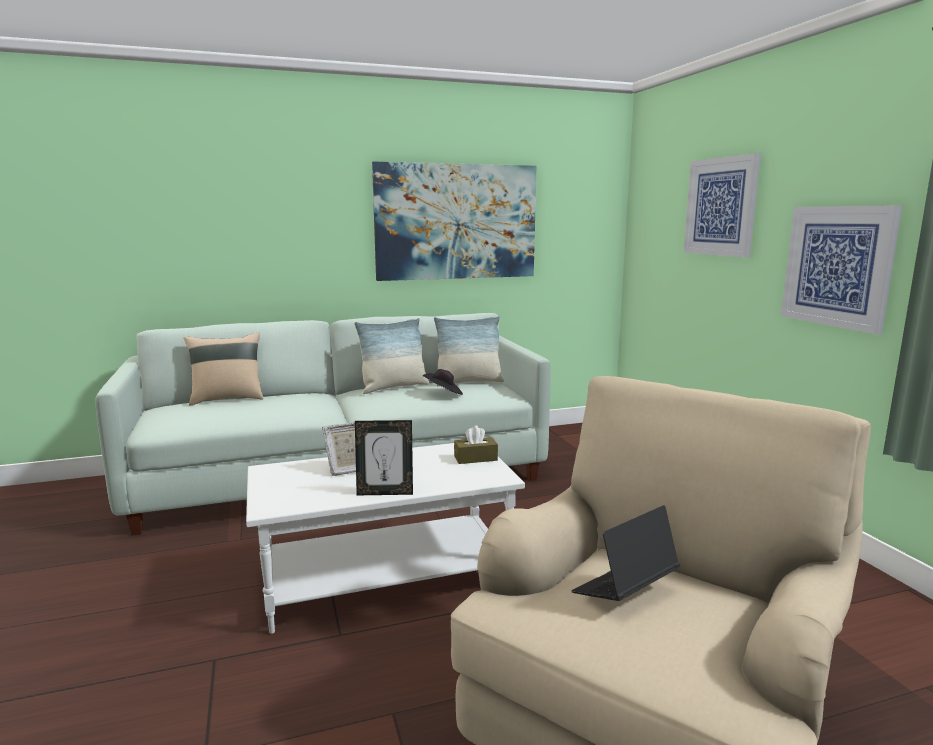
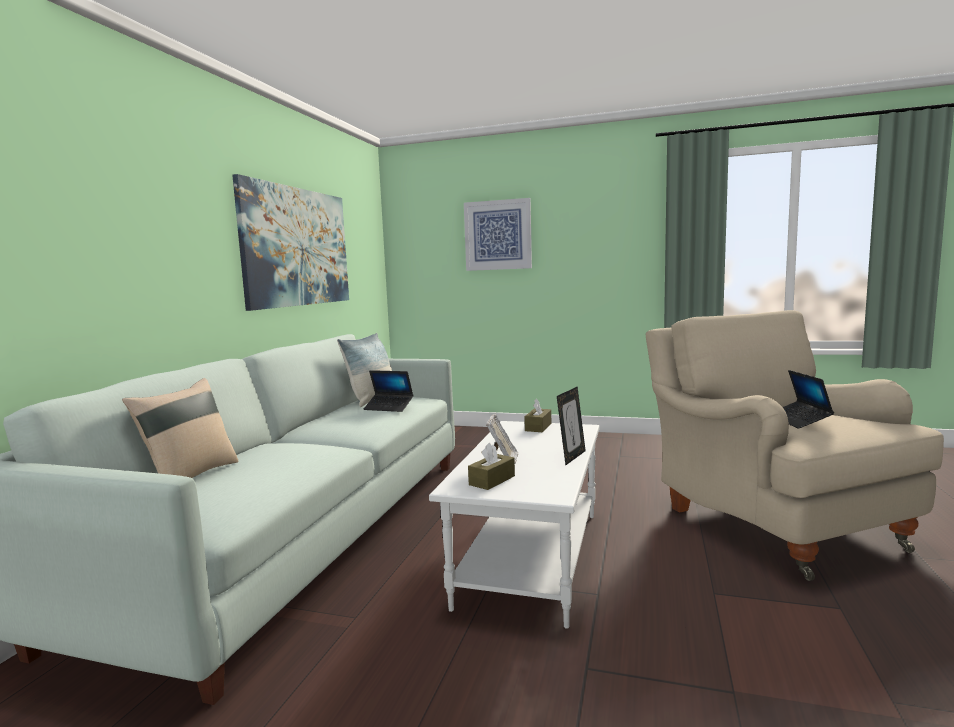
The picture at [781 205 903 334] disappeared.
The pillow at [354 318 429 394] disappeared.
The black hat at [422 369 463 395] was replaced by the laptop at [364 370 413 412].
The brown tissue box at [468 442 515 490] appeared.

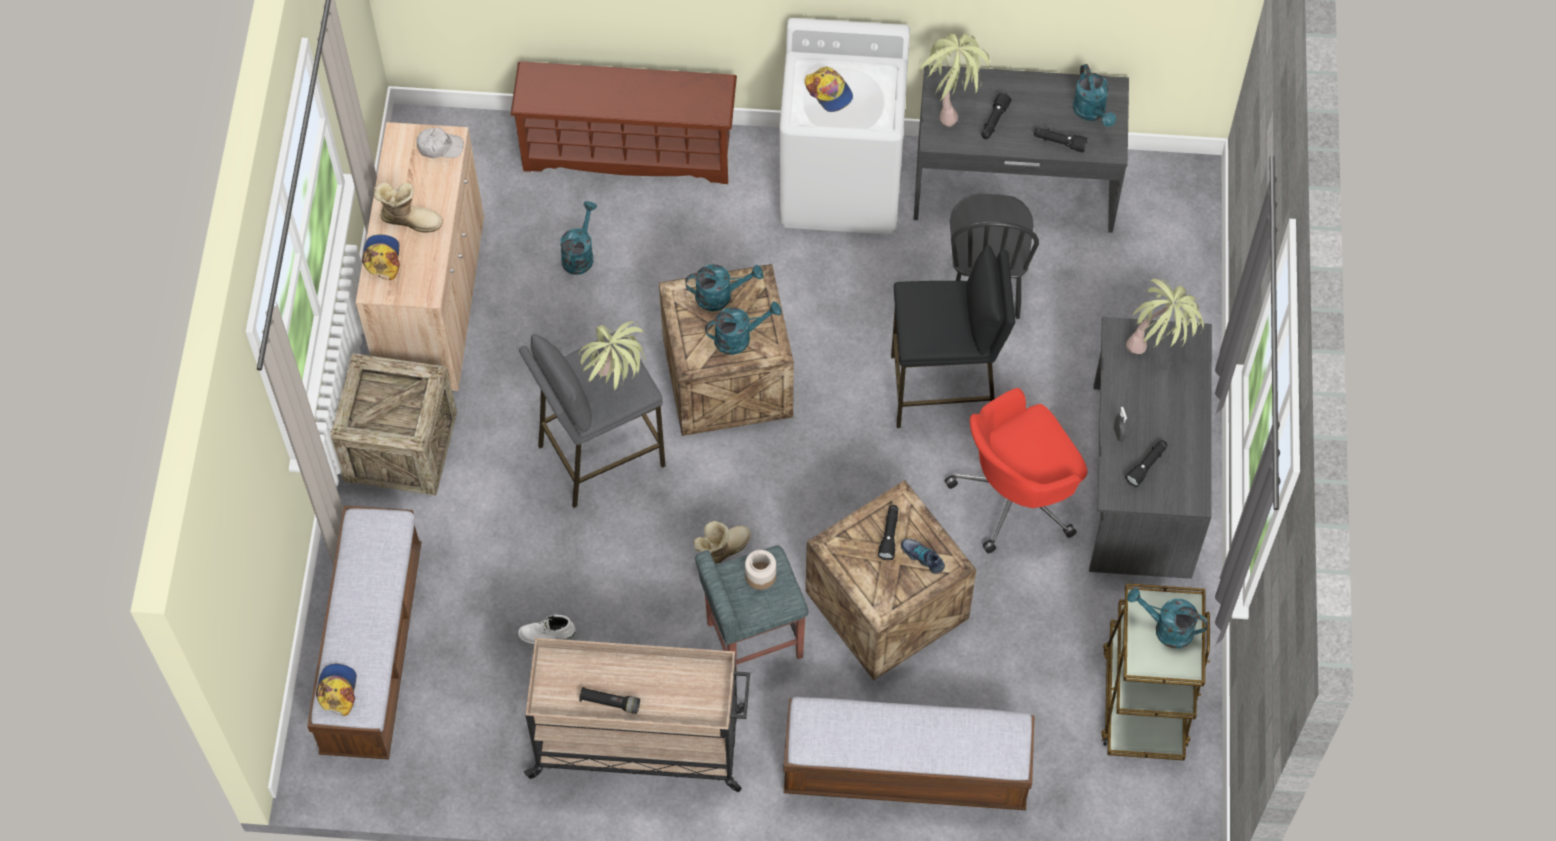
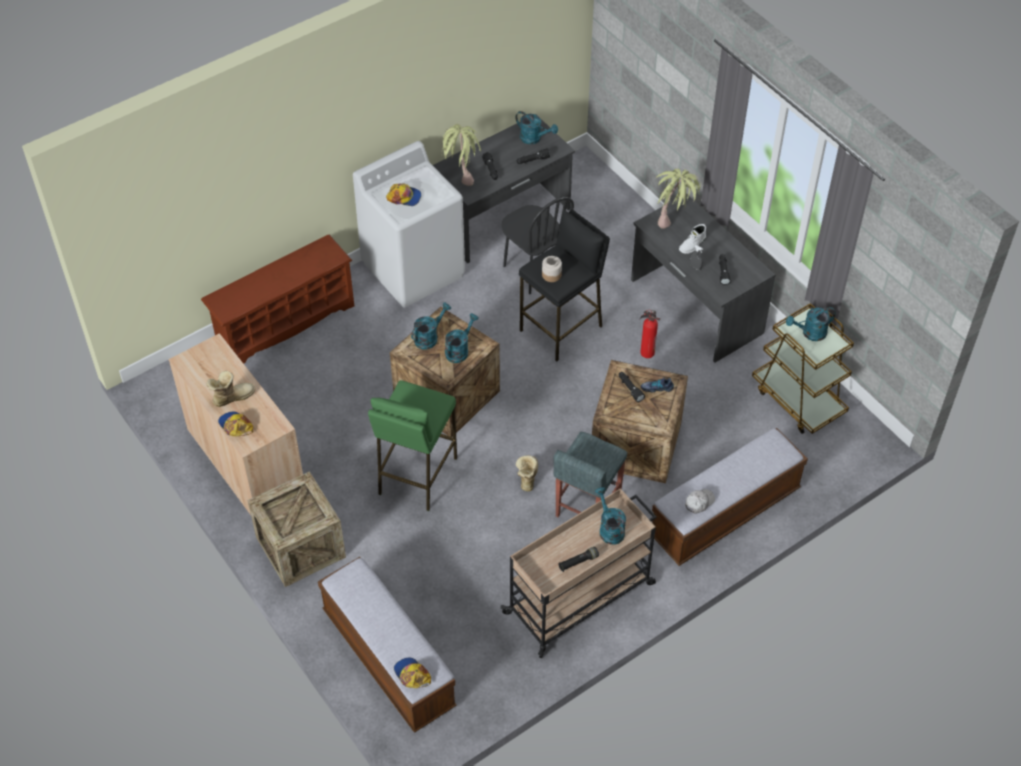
The white cap moved from [416 128 464 158] to [685 489 715 513].
The turquoise watering can moved from [560 201 597 275] to [595 487 626 545].
The potted plant at [579 321 645 390] disappeared.
The grey stool at [519 330 665 508] became the green stool at [368 380 457 511].
The red office chair at [945 388 1087 554] was replaced by the fire extinguisher at [640 310 661 358].
The jar moved from [745 550 776 590] to [542 256 562 282].
The white boot moved from [518 615 576 644] to [679 224 706 254].

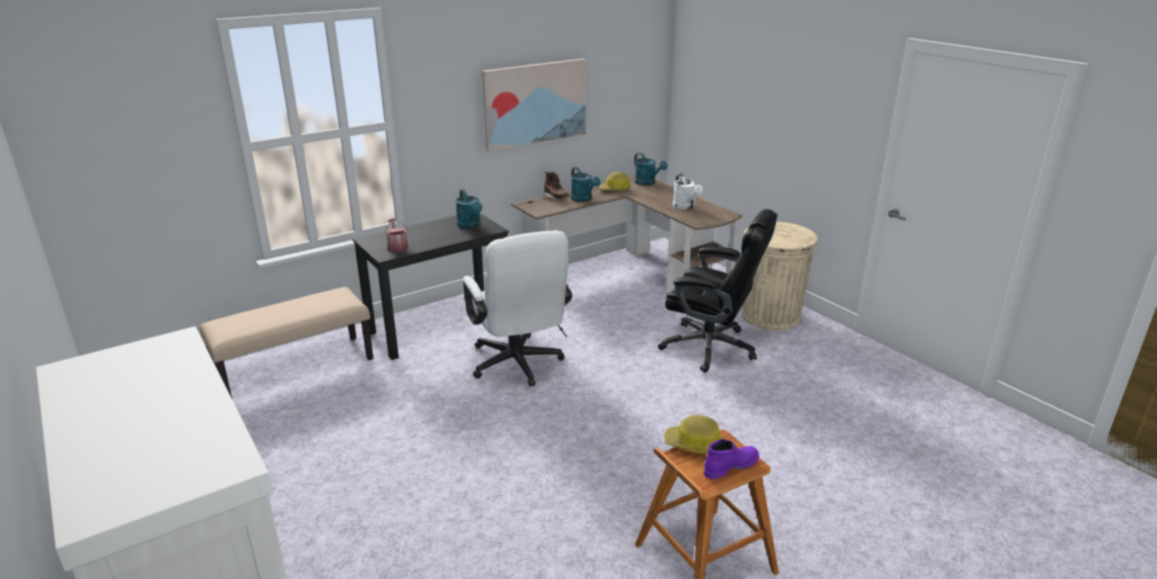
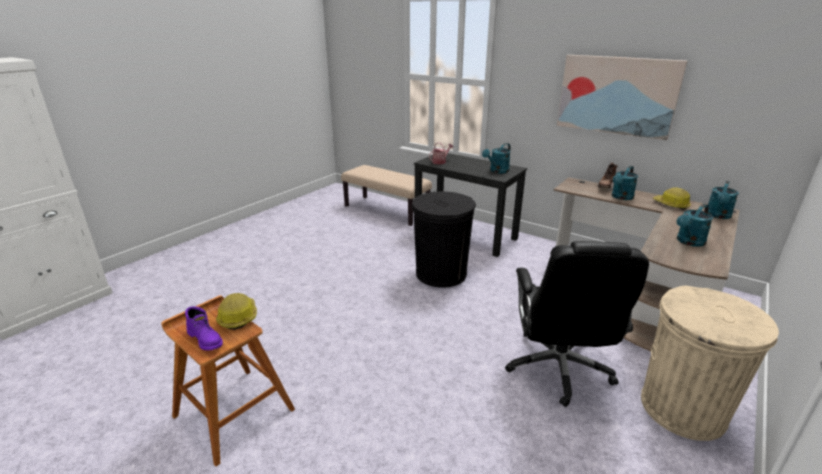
The white watering can at [673 173 703 210] became the turquoise watering can at [677 204 713 247].
The white office chair at [463 230 572 386] was replaced by the black trash can at [412 191 476 287].

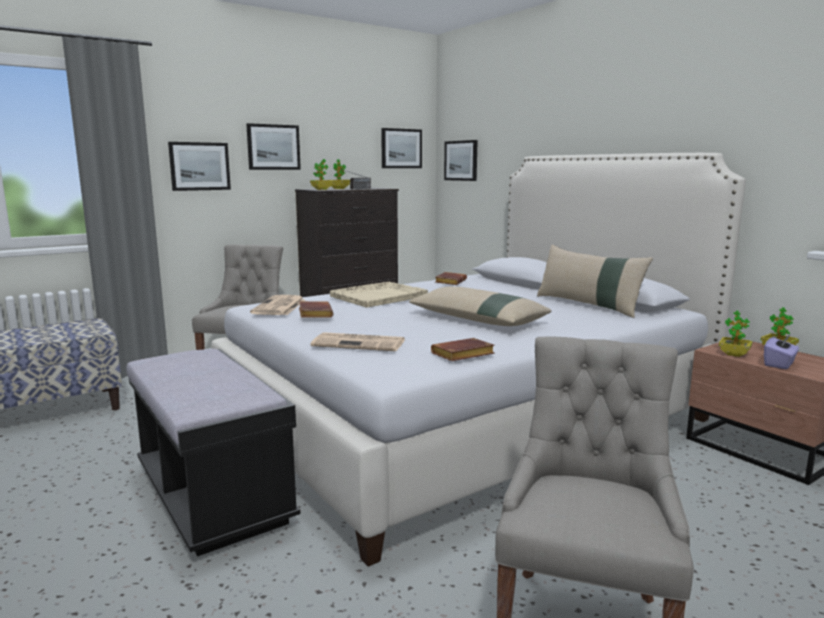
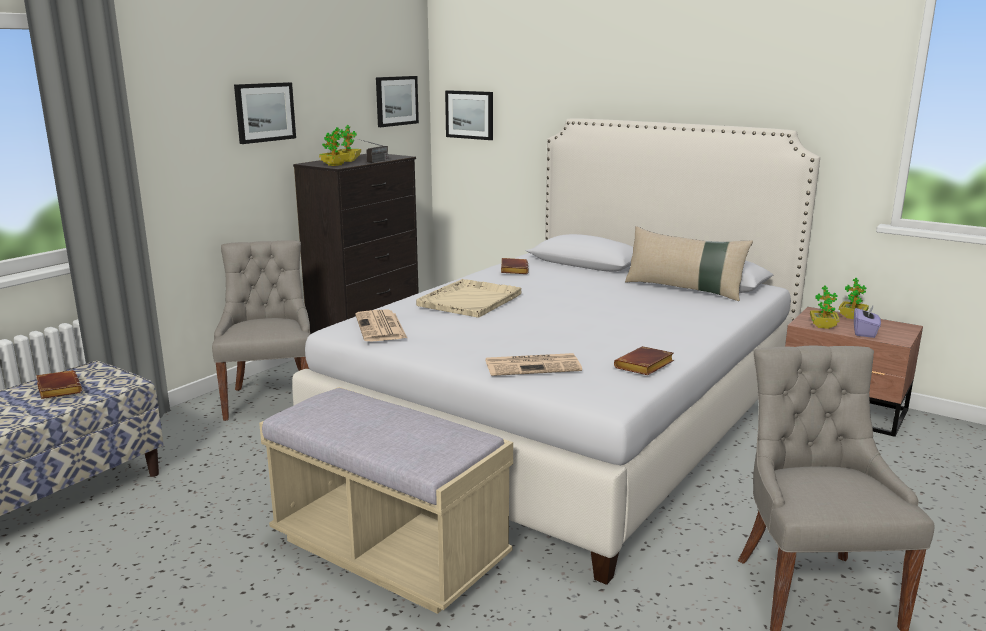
The picture at [168 142 231 191] disappeared.
The beige pillow at [409 286 551 326] disappeared.
The brown book moved from [299 301 333 318] to [36 370 82 399].
The black bench at [126 349 300 556] became the beige bench at [259 387 513 614].

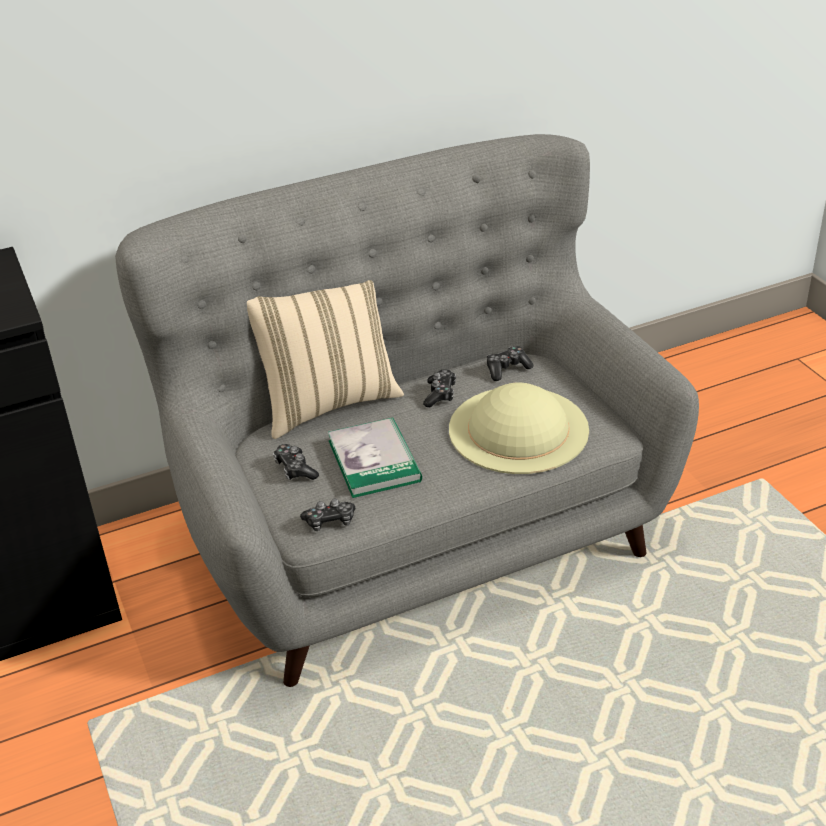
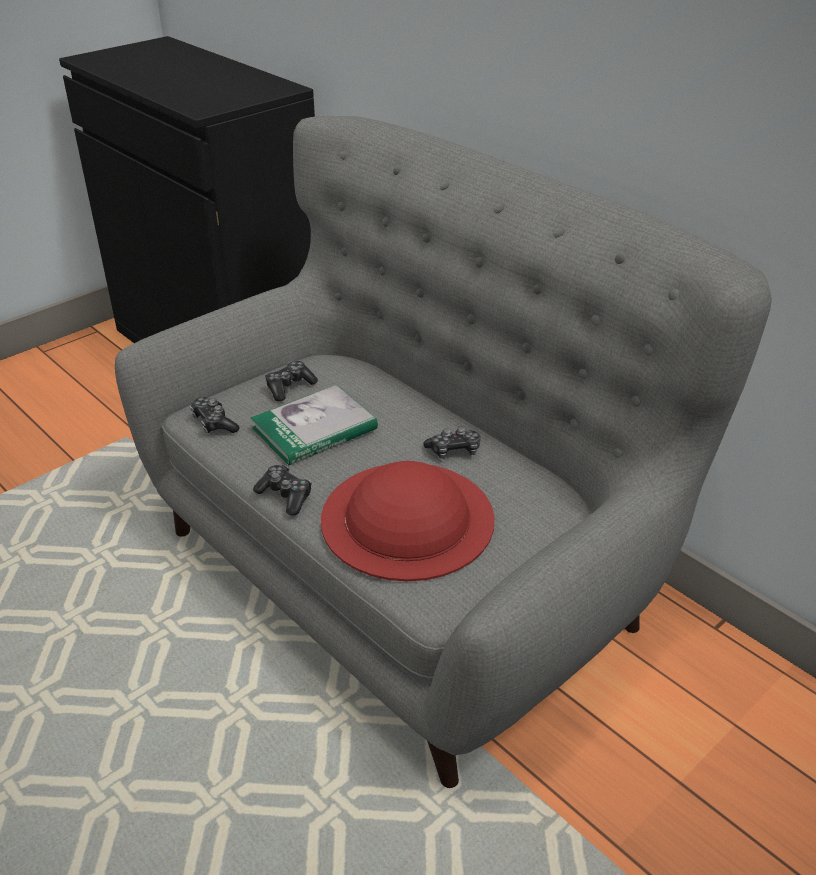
The beige pillow at [247 280 404 439] disappeared.
The game controller moved from [487 346 534 381] to [253 465 312 516].
The beige hat at [449 383 589 474] became the red hat at [321 461 495 581].

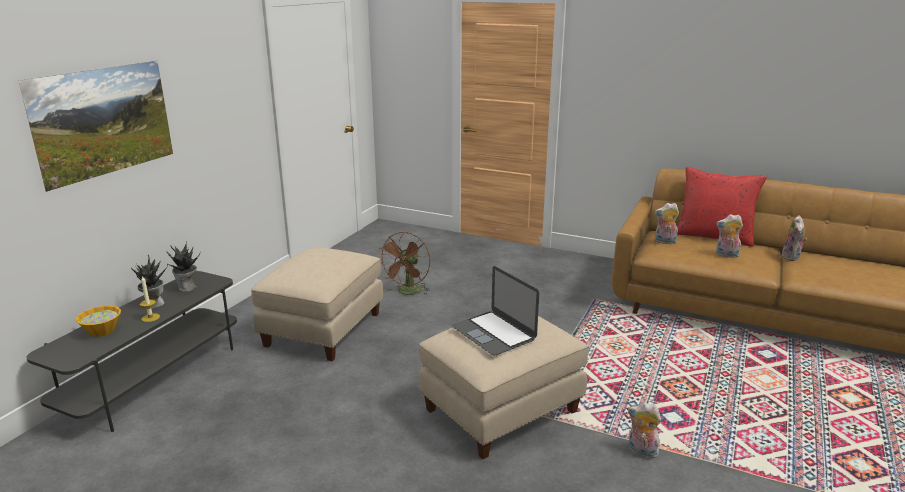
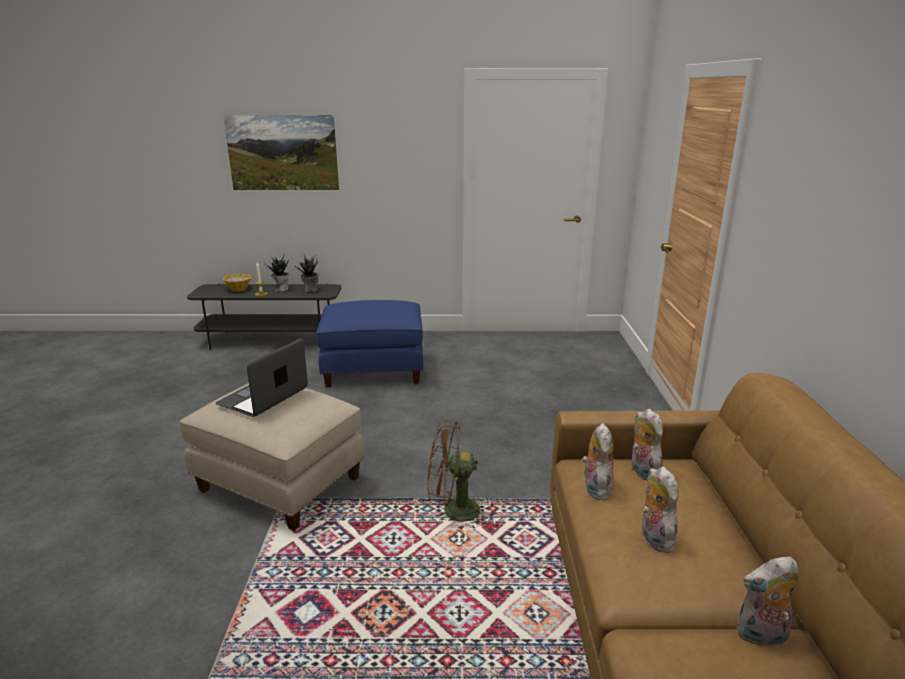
The red pillow at [677 167 767 247] disappeared.
The brown fan moved from [379 232 430 295] to [428 420 488 531].
The beige ottoman at [251 247 383 361] became the blue ottoman at [316 300 423 387].
The plush toy moved from [628 402 661 458] to [582 423 614 501].

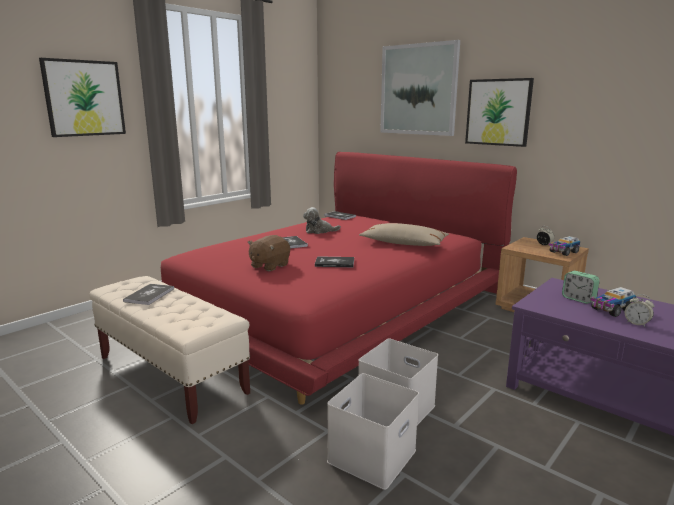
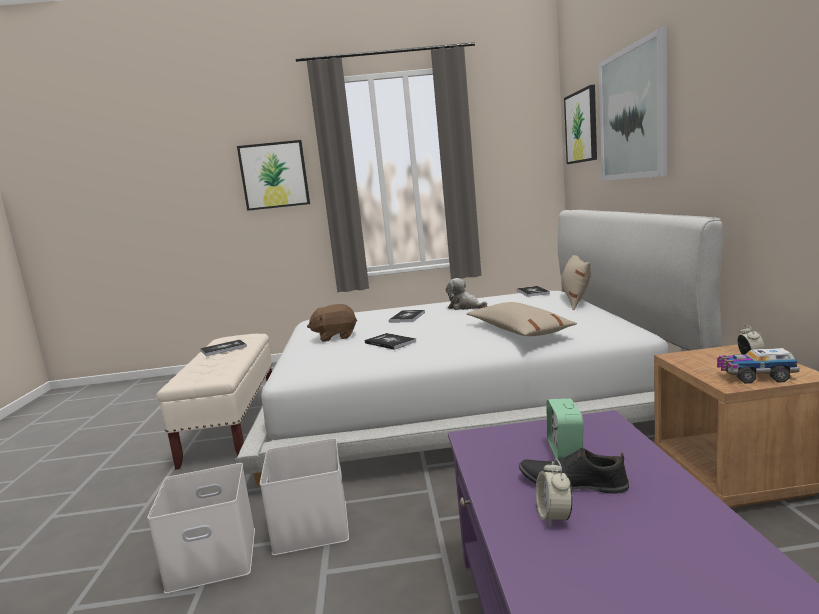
The picture moved from [465 78 534 147] to [564 85 597 164].
The red bed at [161 152 517 405] became the white bed at [235 210 723 486].
The toy truck at [590 287 636 317] was replaced by the black shoe at [519 447 629 494].
The beige pillow at [561 255 591 310] appeared.

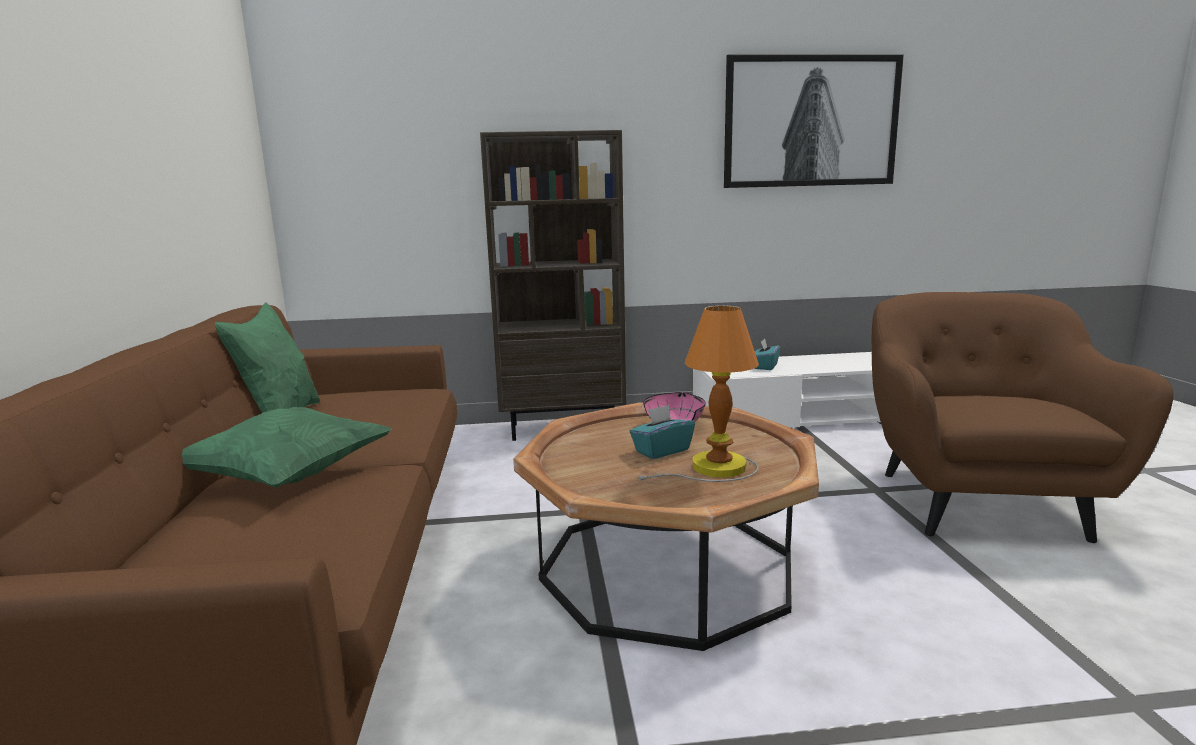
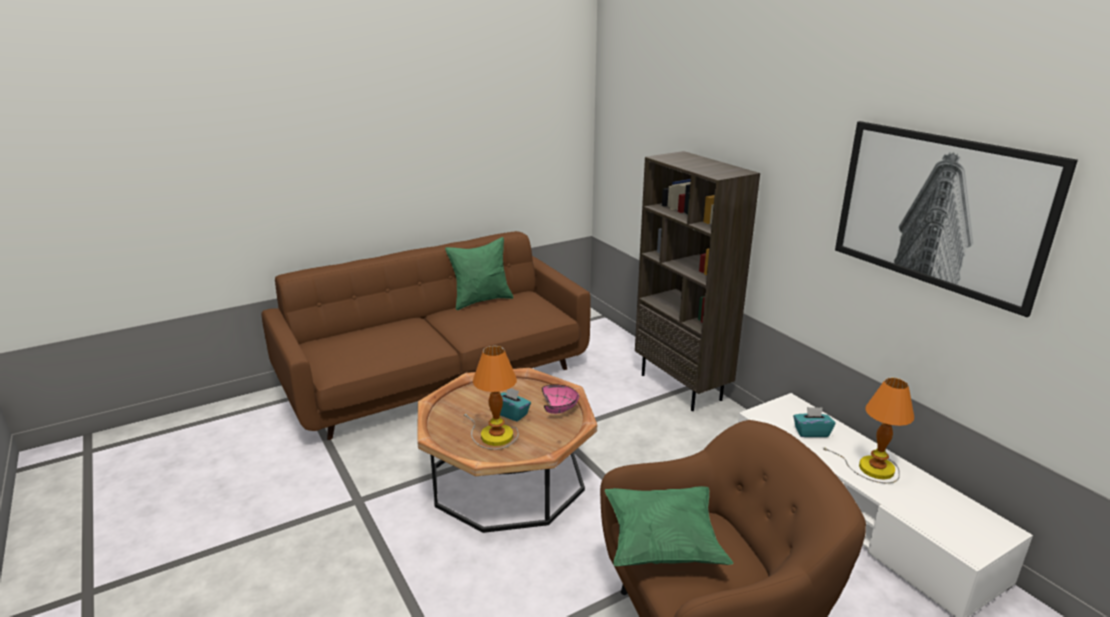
The green pillow moved from [182 407 392 488] to [605 486 733 566].
The table lamp at [822 378 914 483] appeared.

